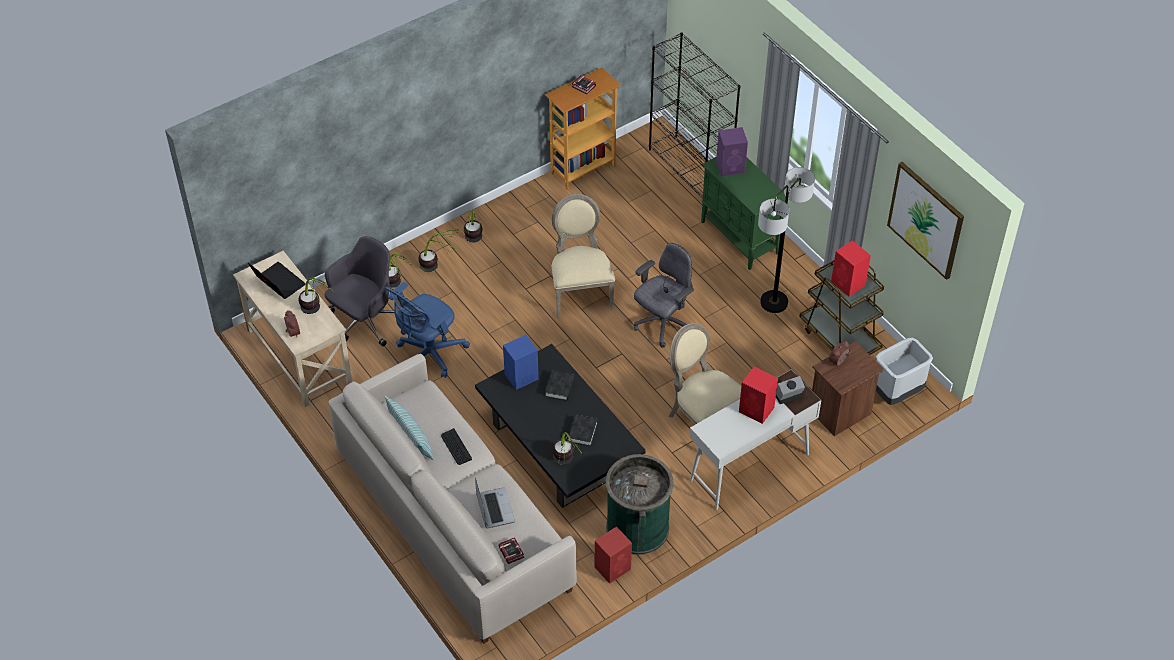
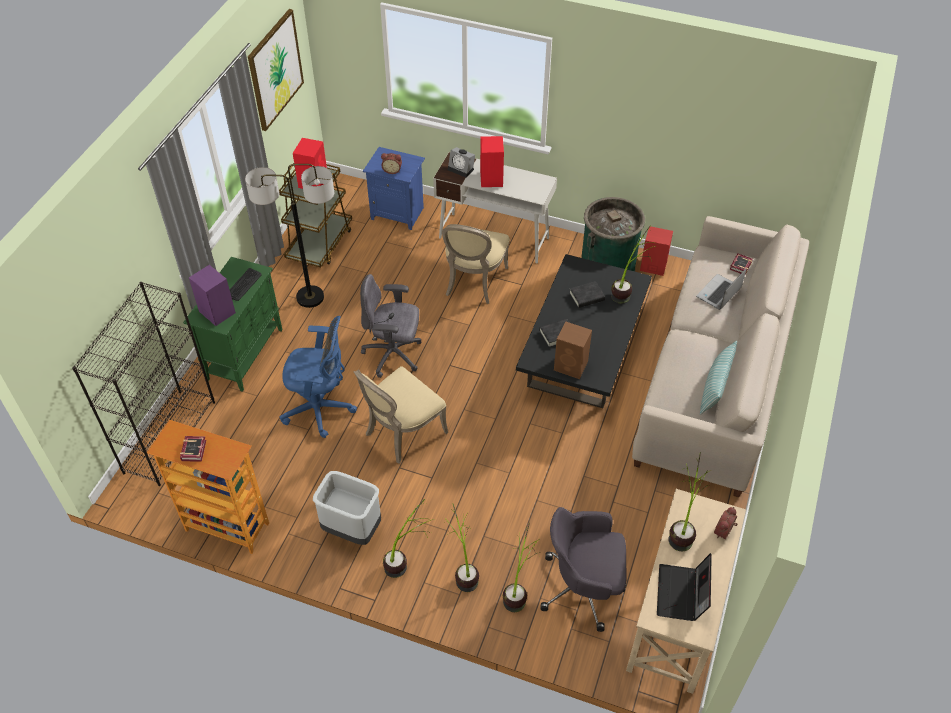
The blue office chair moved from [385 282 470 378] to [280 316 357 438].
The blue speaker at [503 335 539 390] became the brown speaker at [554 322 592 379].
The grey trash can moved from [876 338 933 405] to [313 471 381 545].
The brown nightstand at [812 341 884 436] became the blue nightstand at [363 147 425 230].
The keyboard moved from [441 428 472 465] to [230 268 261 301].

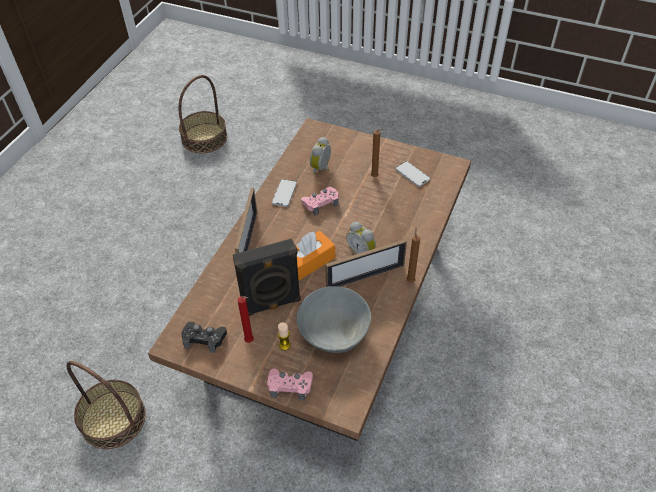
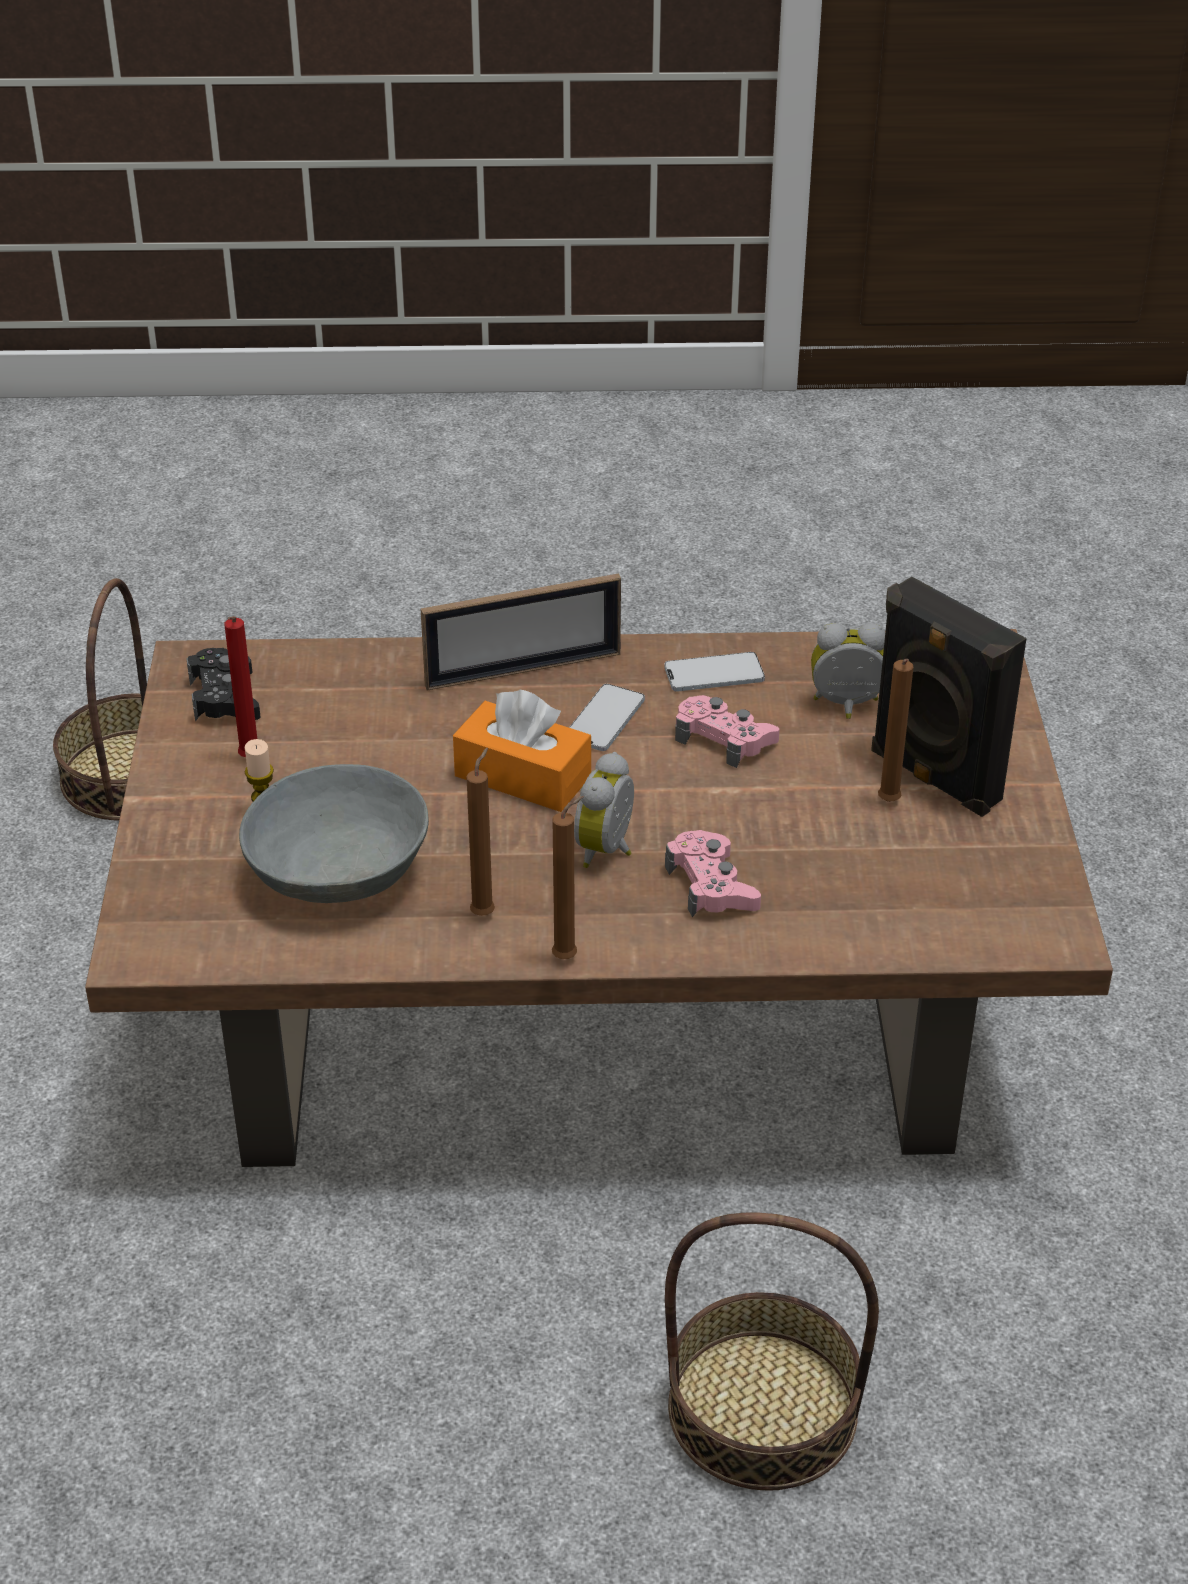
The basket moved from [179 75 227 153] to [665 1213 879 1490].
The phone moved from [395 161 430 187] to [569 684 645 751].
The black speaker moved from [233 239 301 316] to [871 577 1027 817].
The picture frame at [325 239 407 287] disappeared.
The pink game controller moved from [267 369 313 400] to [665 830 761 917].
The brown candle at [466 748 495 916] appeared.

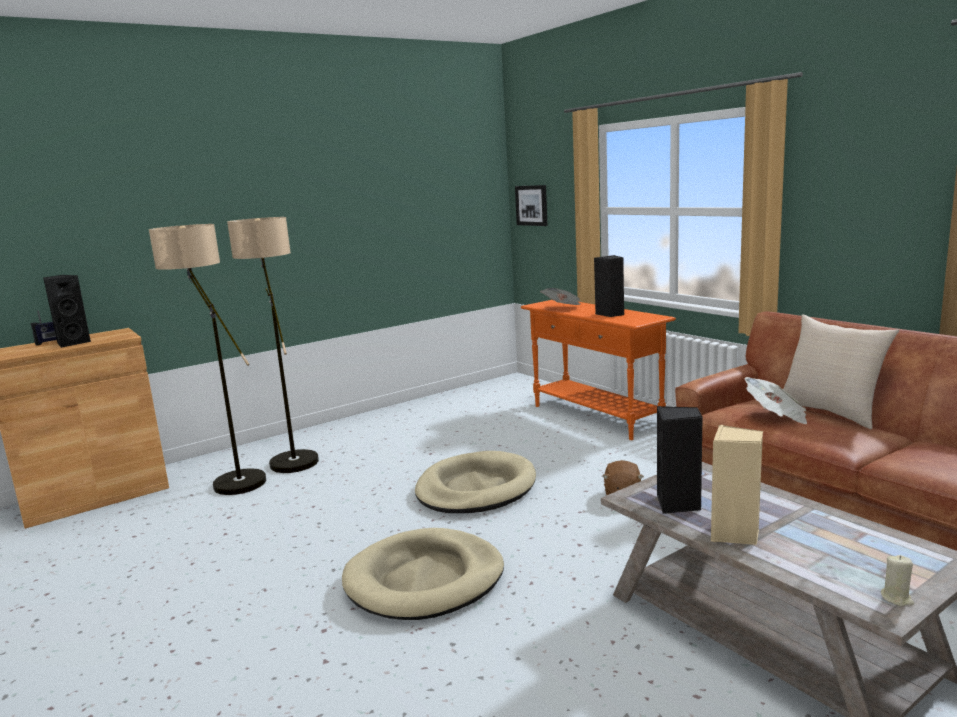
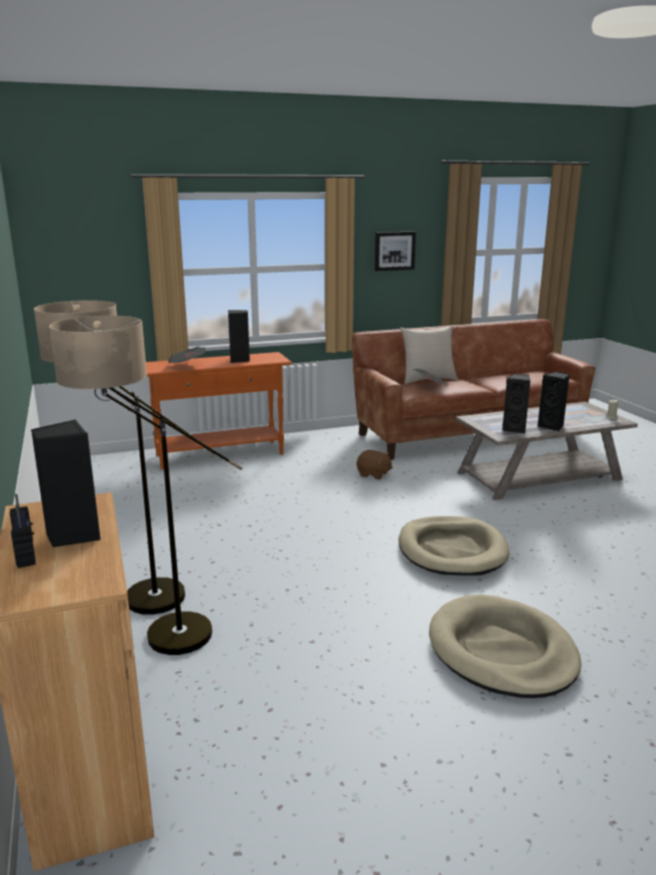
The picture moved from [515 185 548 226] to [375 232 416 271].
The beige speaker at [711 425 763 545] became the black speaker at [537 372 570 431].
The beige dog bed moved from [415 451 536 513] to [429 594 581 698].

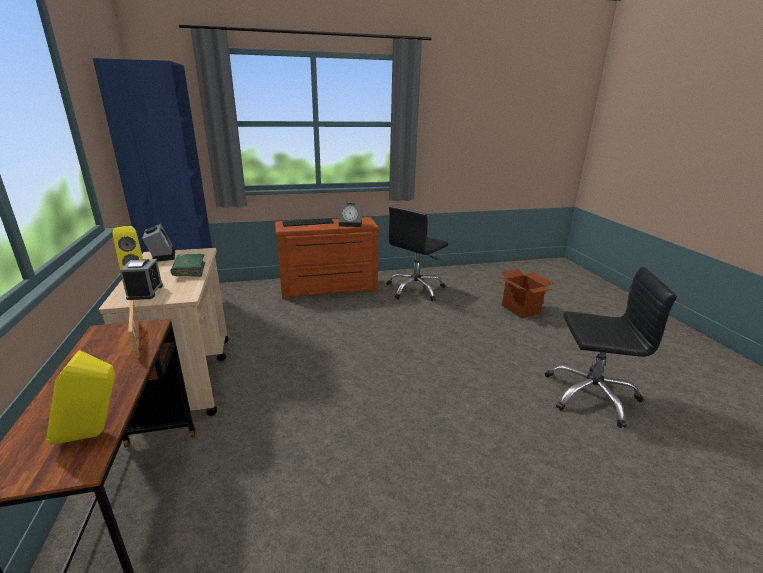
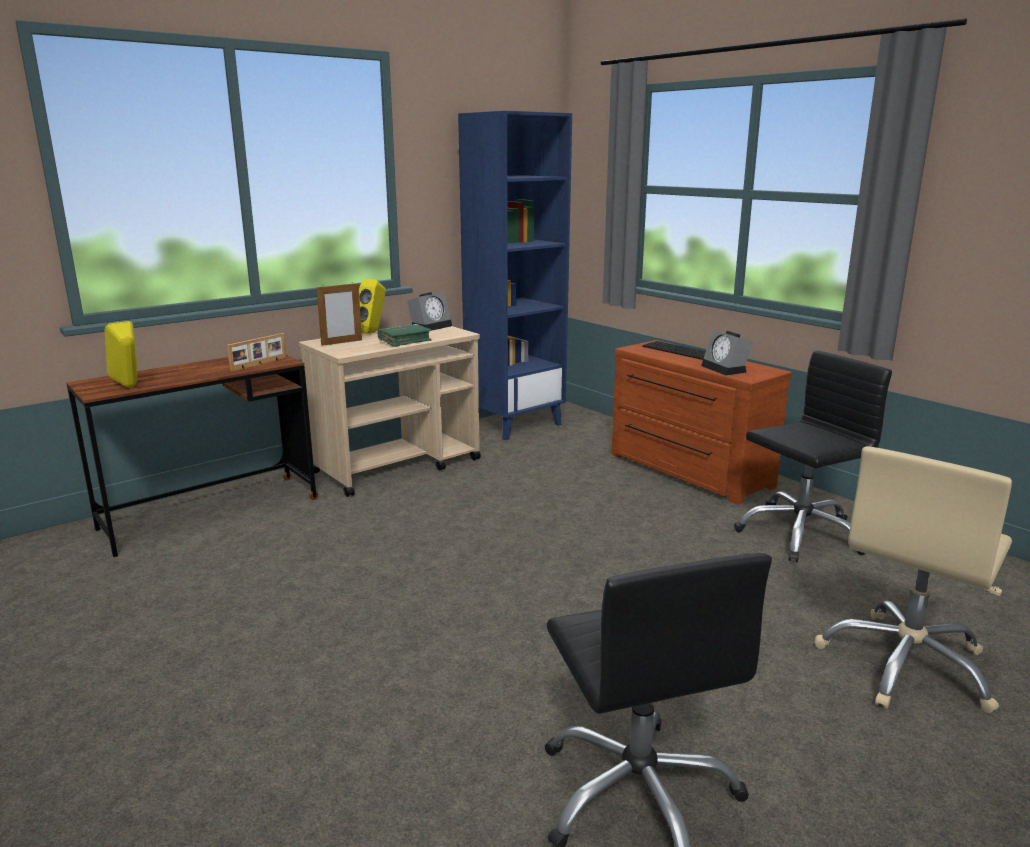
The black office chair at [386 206 448 301] turned 135 degrees clockwise.
The alarm clock at [120 259 163 300] was replaced by the picture frame at [316 284 362 346].
The cardboard box at [499 269 554 318] was replaced by the beige office chair at [815 446 1012 713].

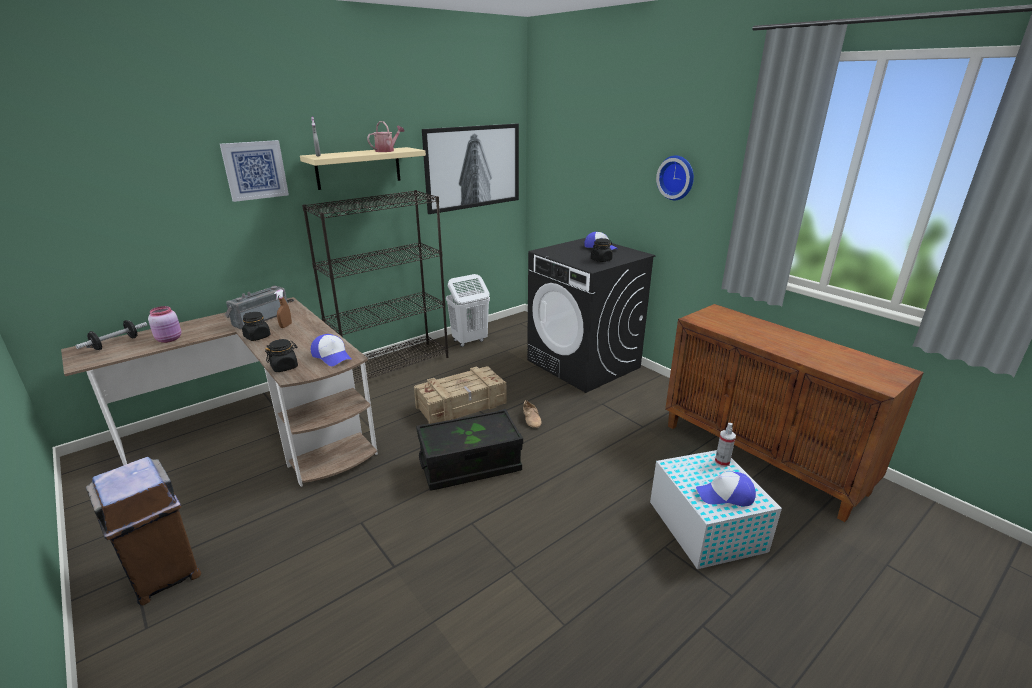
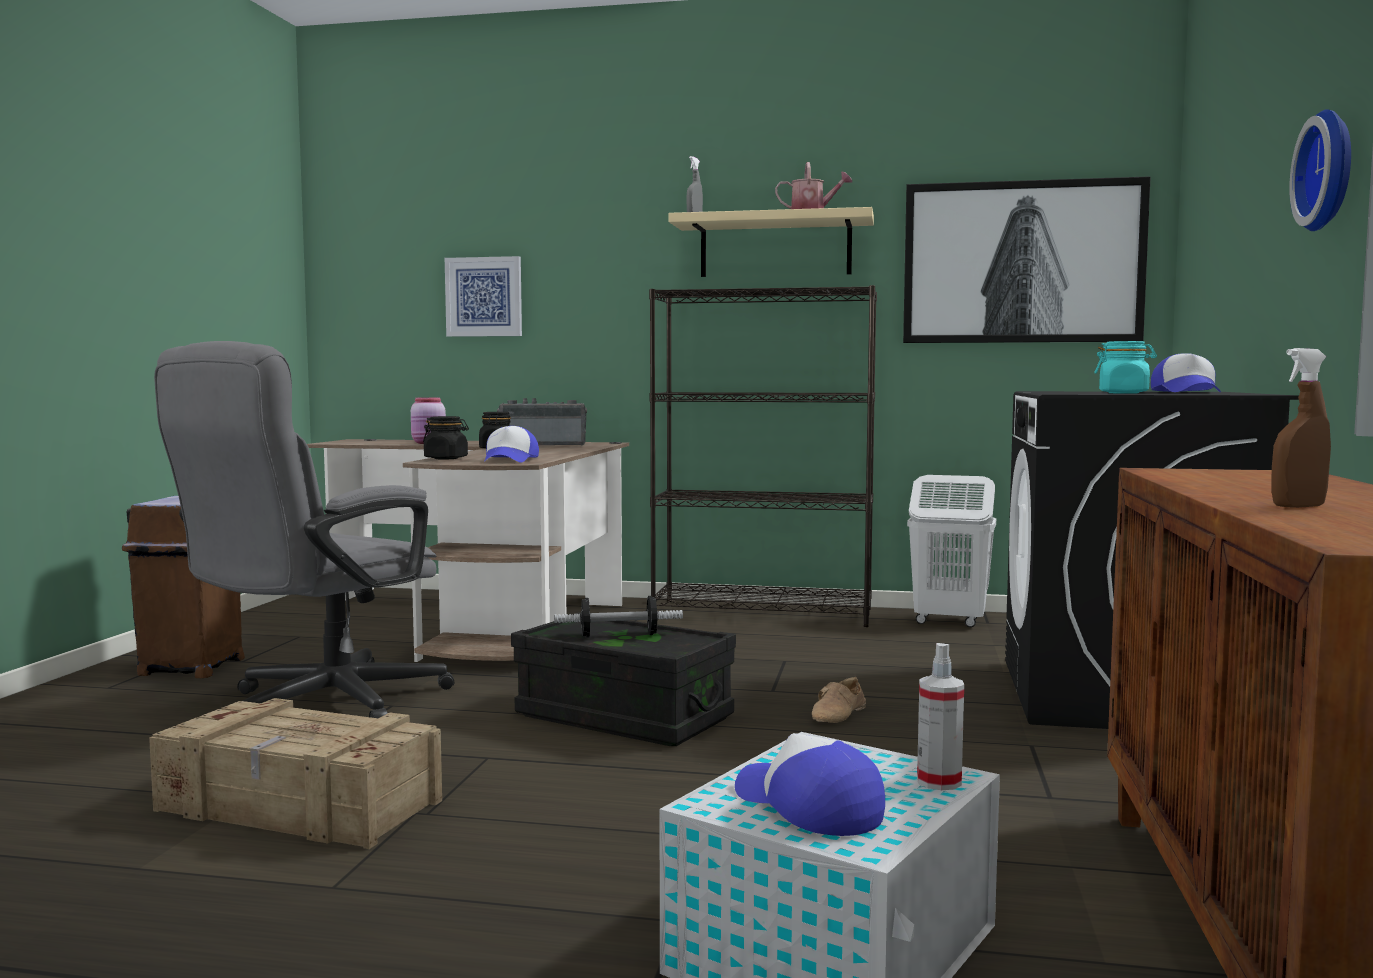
The picture moved from [220 140 289 202] to [445 256 522 337].
The black jar at [591 238 613 262] became the turquoise jar at [1094 341 1157 394].
The brown spray bottle moved from [274 290 292 328] to [1271 348 1331 508].
The dumbbell moved from [75 320 147 350] to [554 596 683 638].
The crate moved from [414 366 507 424] to [149 698 442 849].
The grey office chair at [154 341 454 718] appeared.

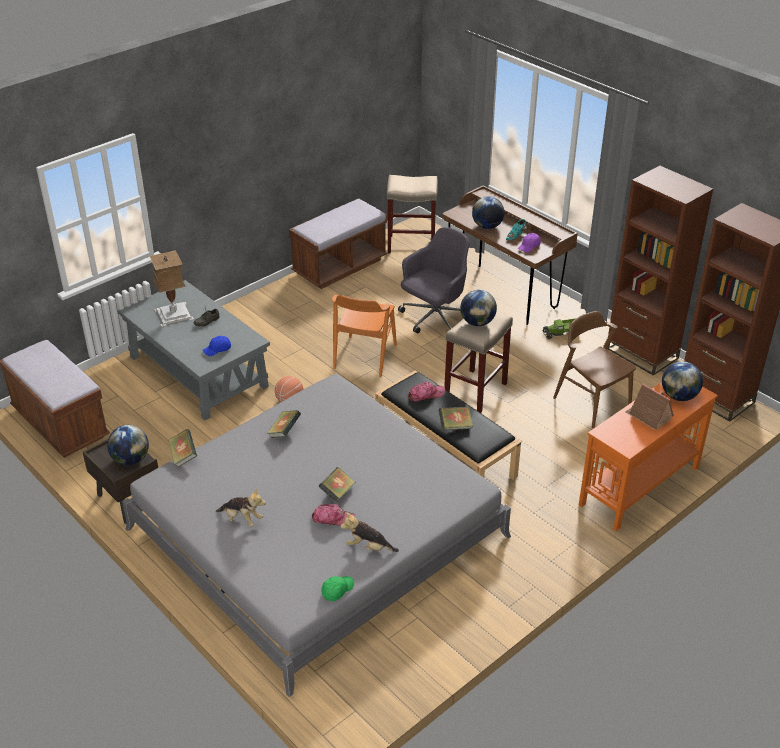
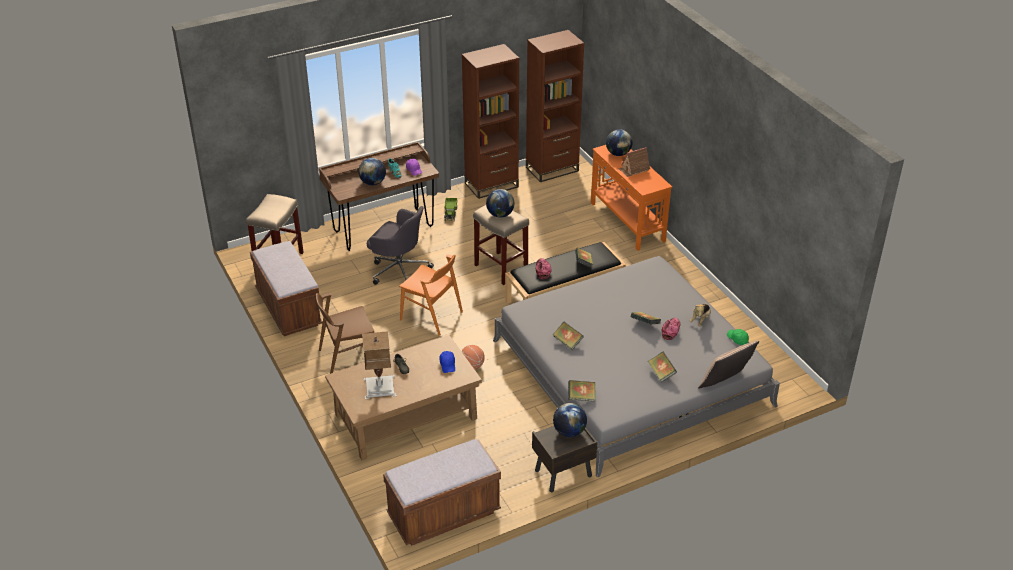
The grey office chair at [398 227 470 334] turned 150 degrees clockwise.
The grey coffee table at [118 280 270 420] became the brown coffee table at [325 335 482 460].
The brown chair moved from [553 311 636 429] to [316 293 374 374].
The plush toy at [216 488 266 527] was replaced by the book at [648 352 677 382].
The pillow at [698 341 759 389] appeared.

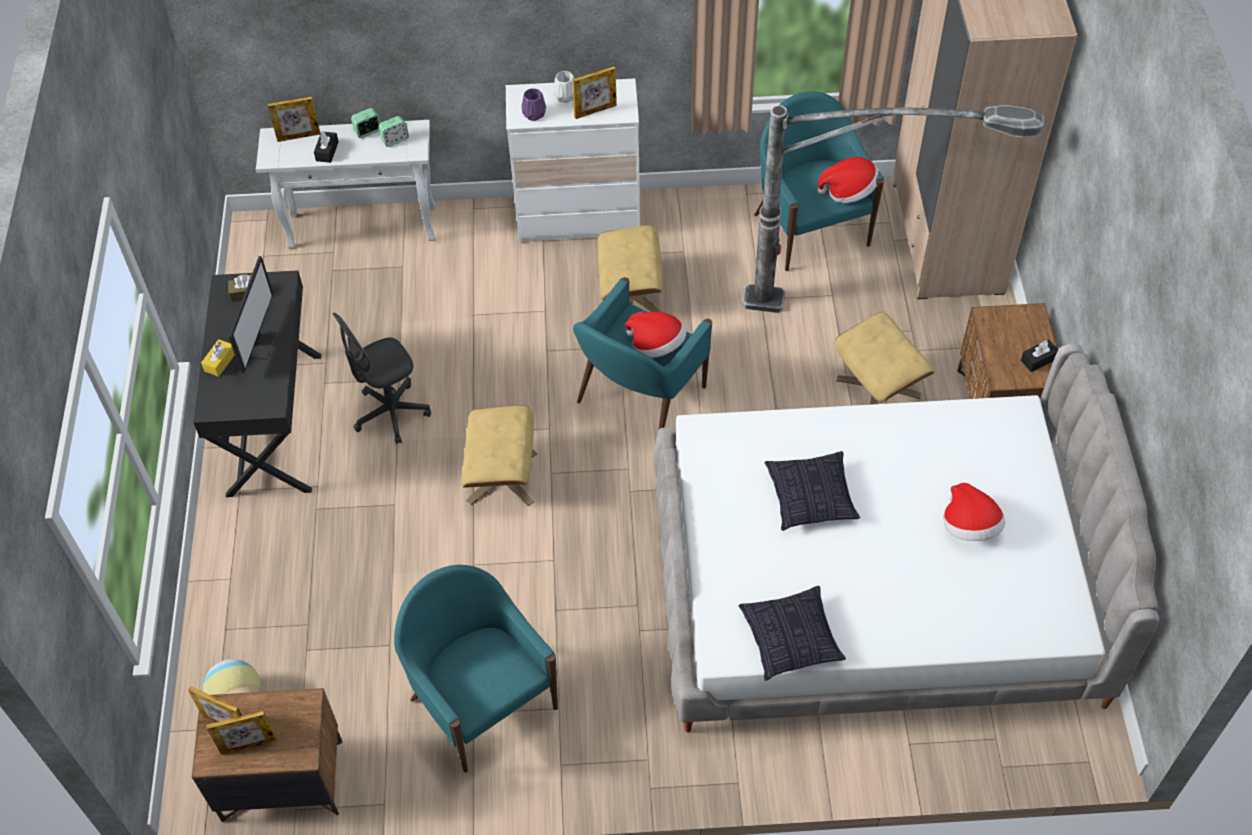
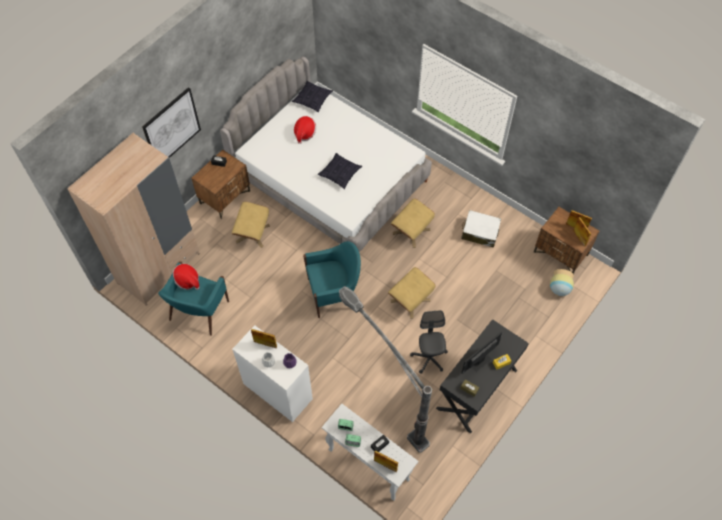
The floor lamp moved from [742 105 1044 313] to [339 286 432 453].
The beige ottoman moved from [597 225 663 312] to [391 199 435 248].
The hat at [625 312 686 358] disappeared.
The grey office chair at [333 313 431 444] turned 105 degrees counterclockwise.
The turquoise armchair at [394 565 558 773] was replaced by the white suitcase at [461 210 501 248].
The pillow moved from [739 586 846 681] to [292 81 333 112].
The picture at [142 87 201 158] appeared.

